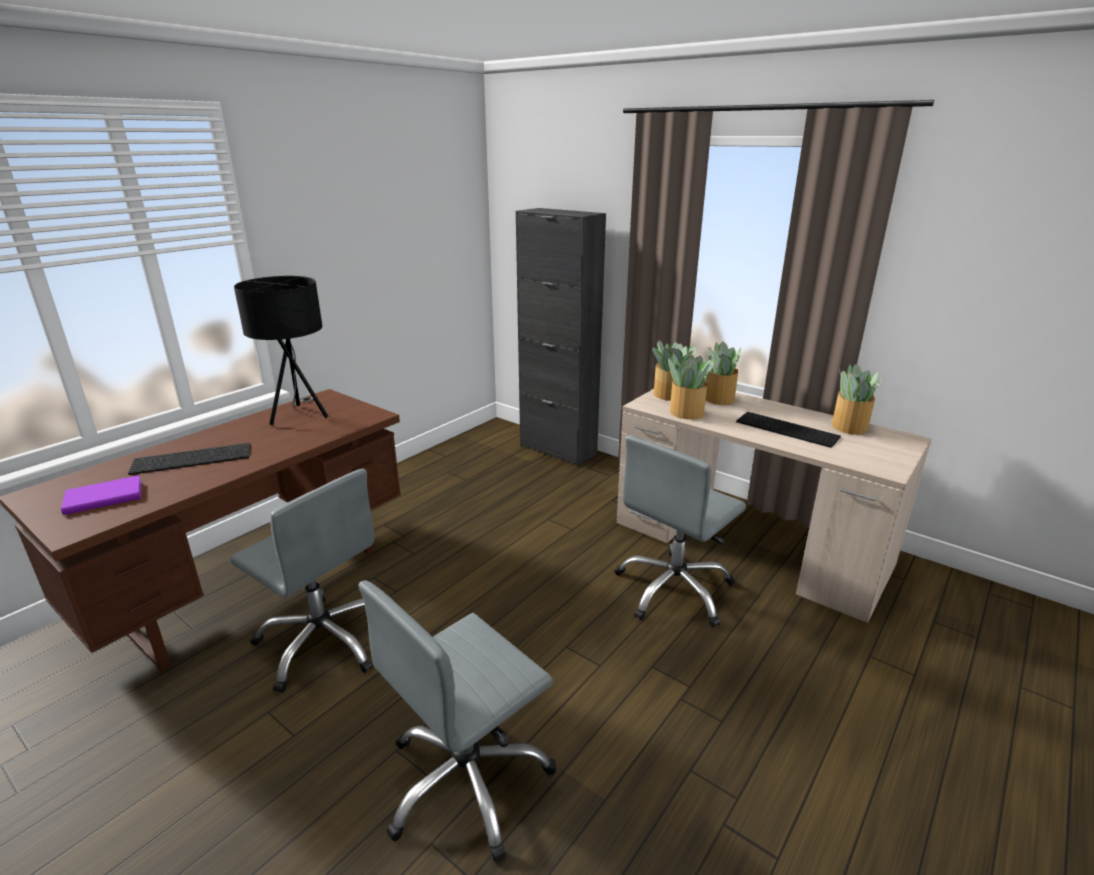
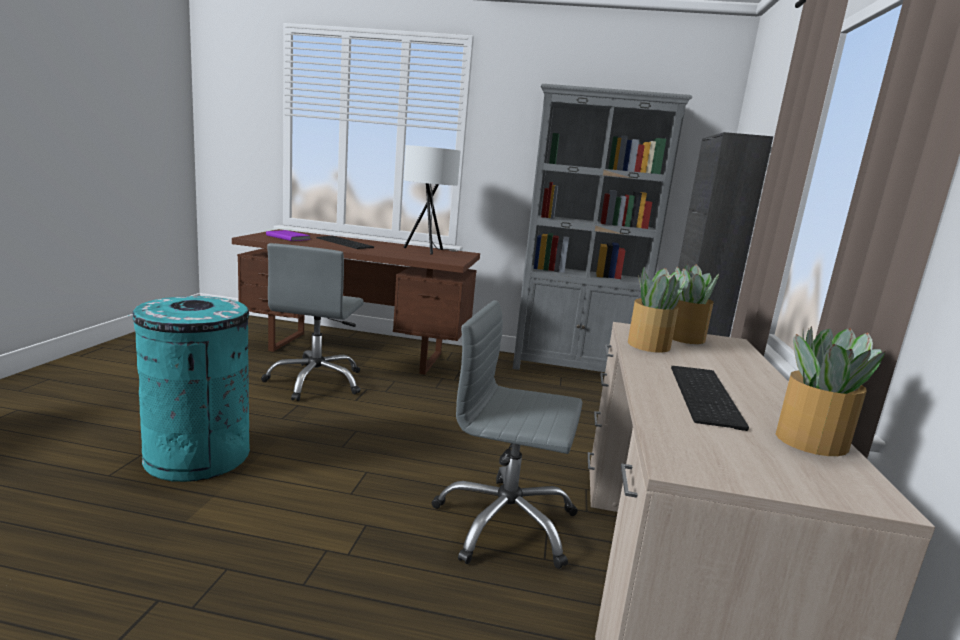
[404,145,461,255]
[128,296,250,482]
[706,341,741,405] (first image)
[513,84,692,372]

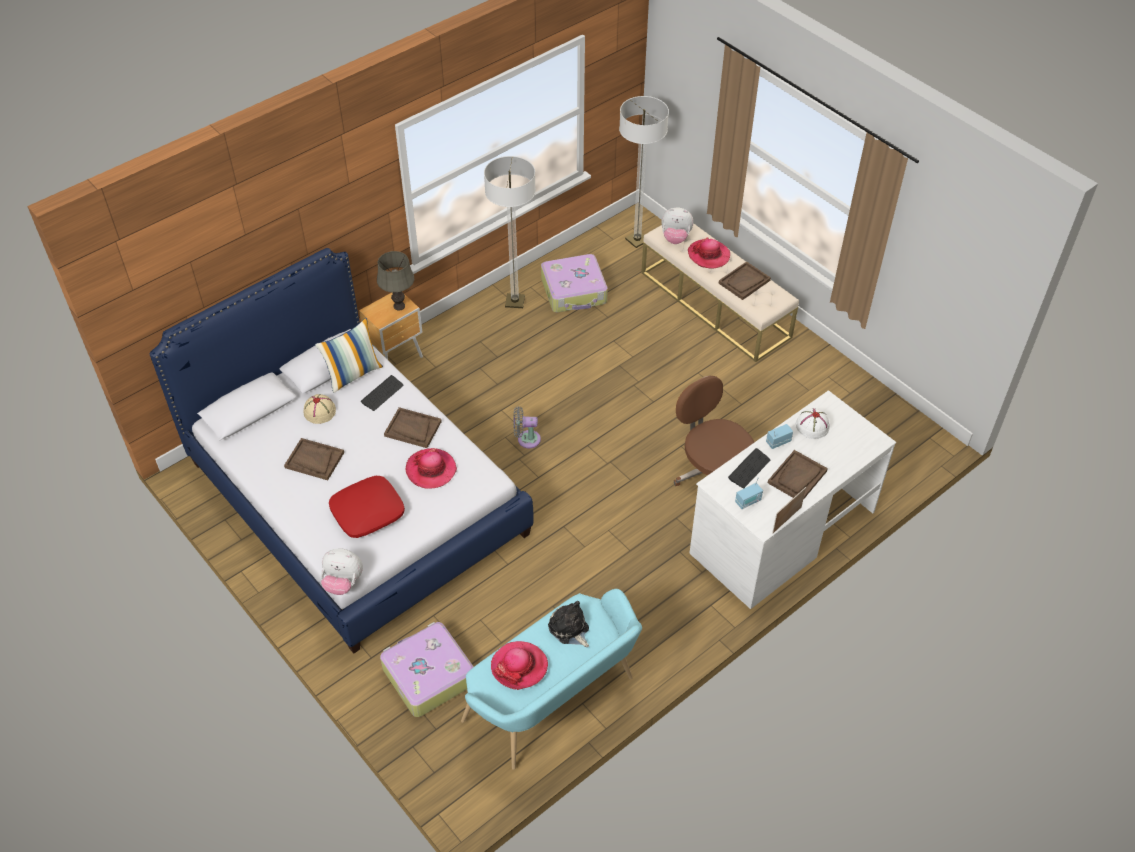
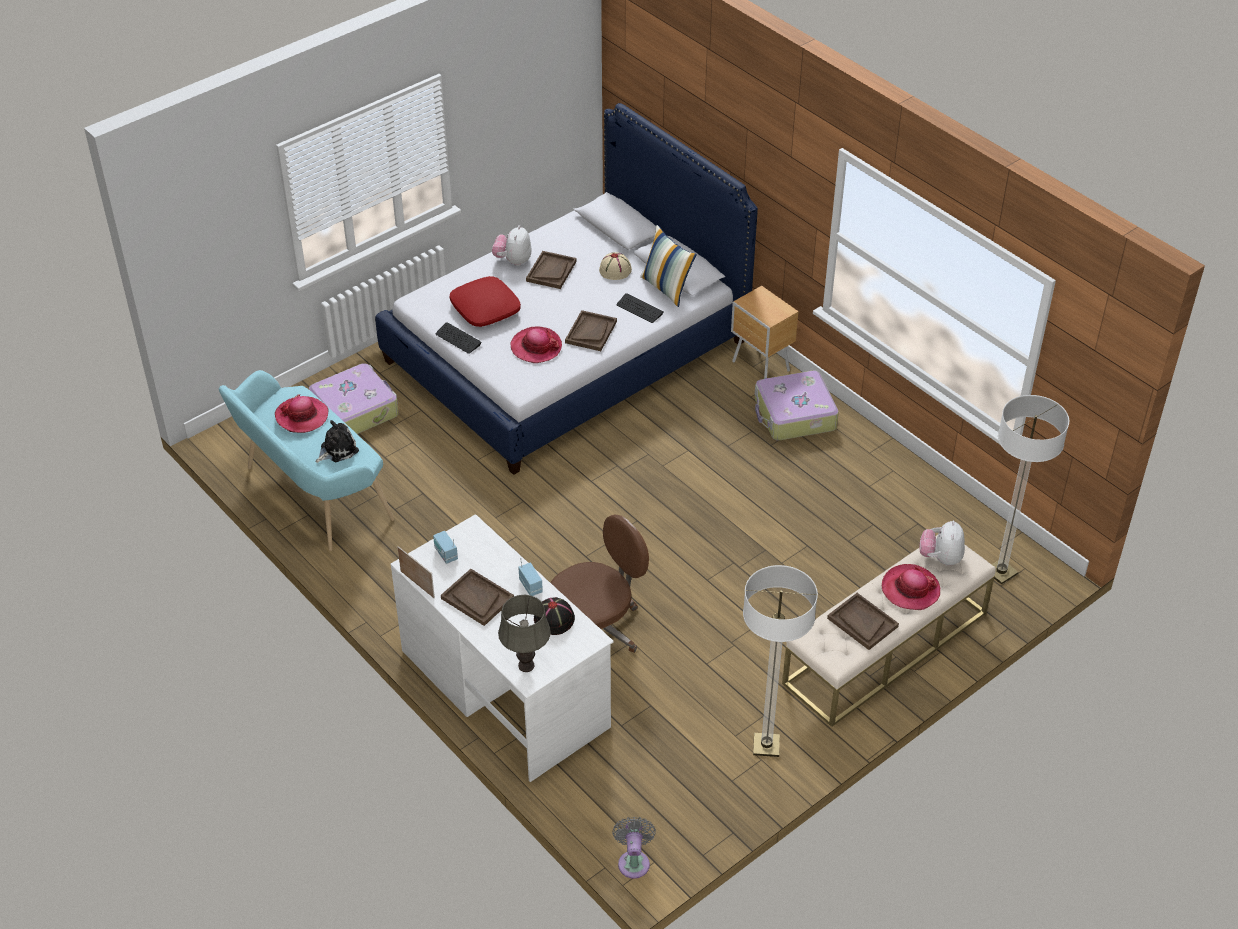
[492,225,531,266]
[498,595,551,672]
[743,565,818,757]
[612,817,656,878]
[755,371,839,441]
[435,322,482,354]
[534,597,575,635]

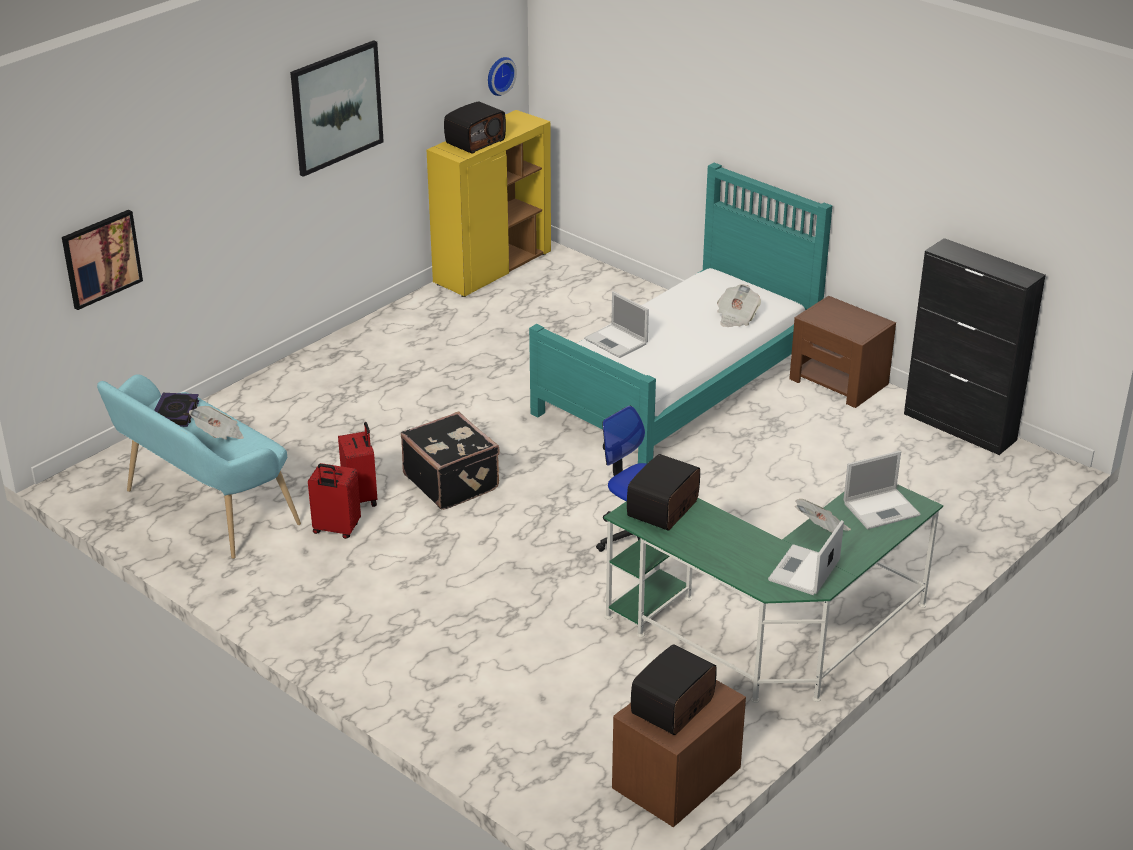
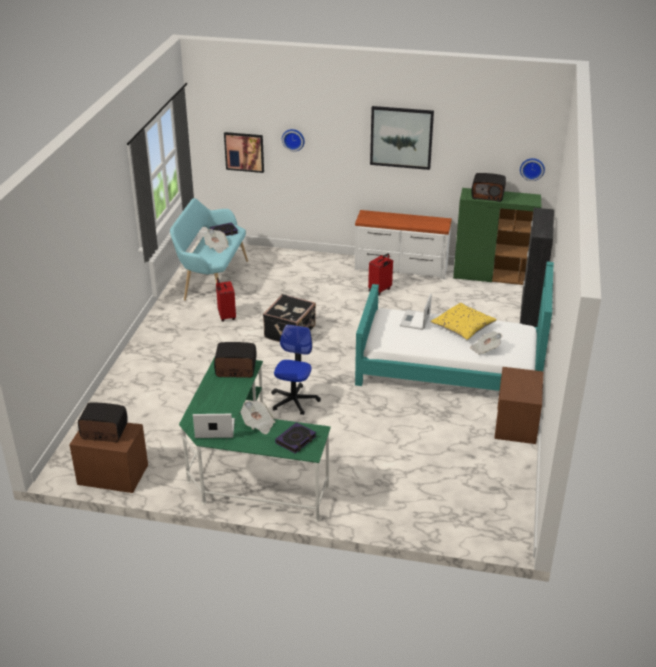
[368,253,393,296]
[453,188,542,285]
[275,422,316,454]
[520,208,554,327]
[282,129,305,152]
[355,210,452,279]
[431,303,497,340]

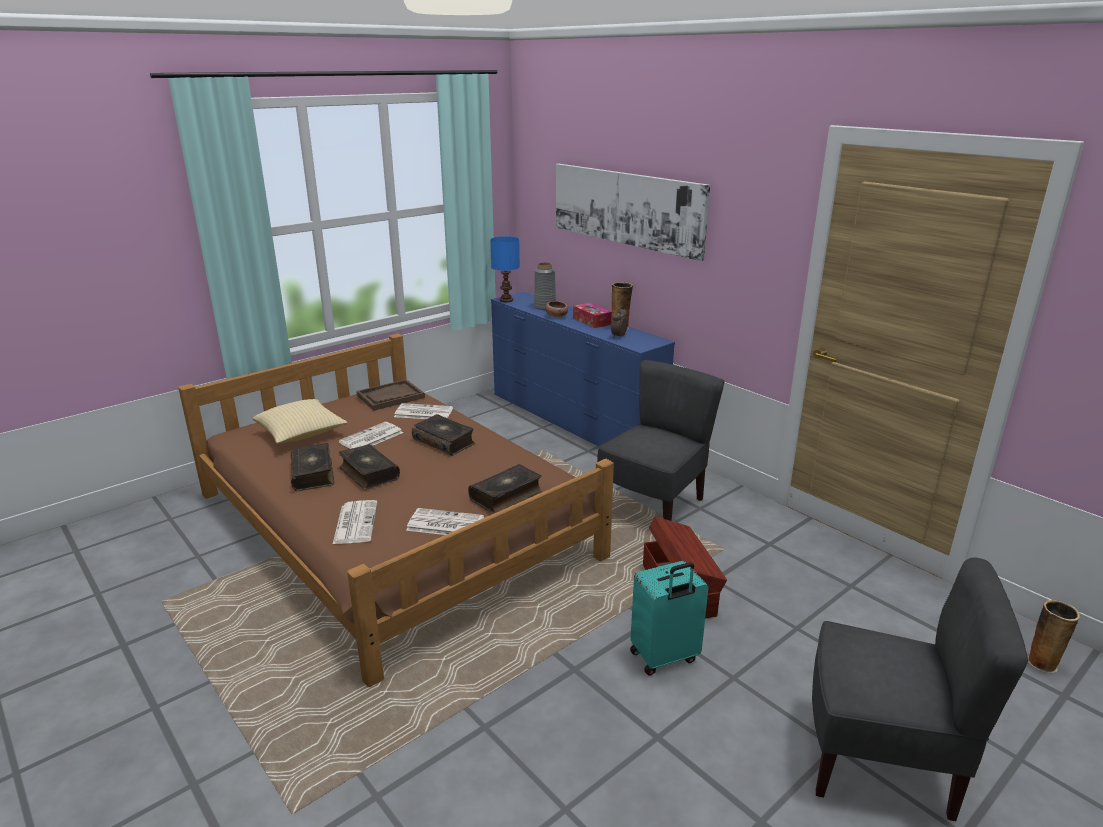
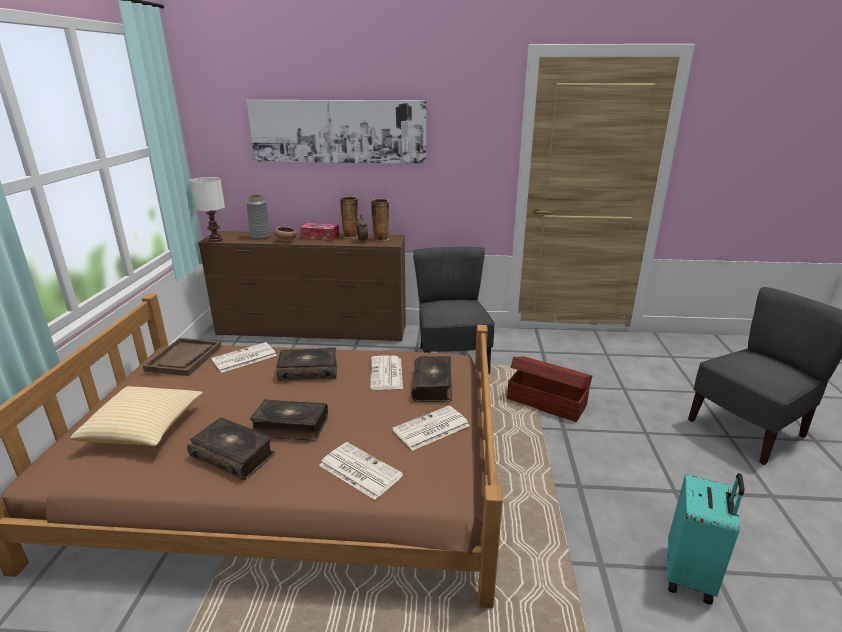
[370,355,403,390]
[190,177,225,242]
[198,231,406,341]
[668,473,744,605]
[371,199,389,241]

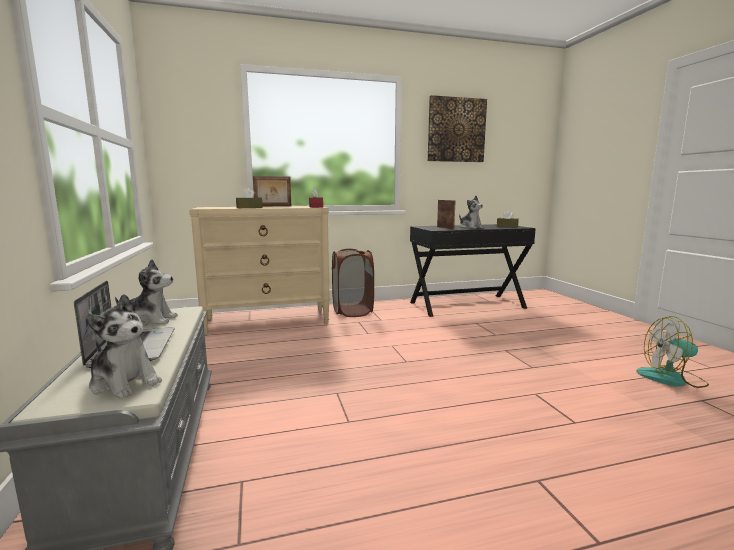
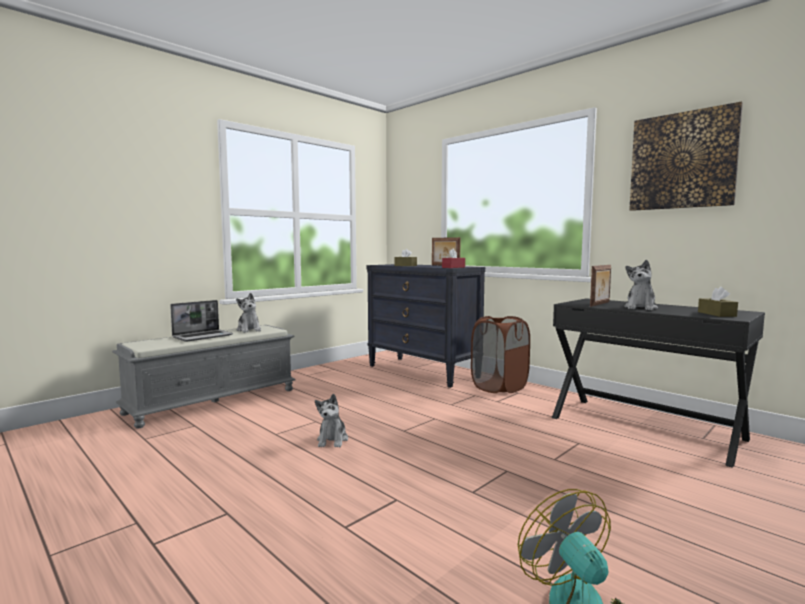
[315,394,348,447]
[367,264,485,388]

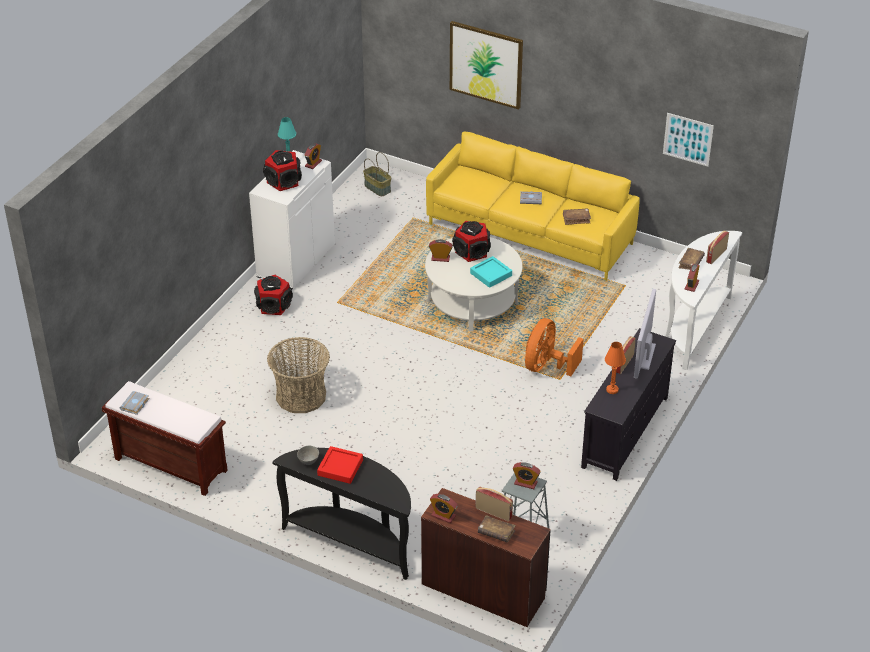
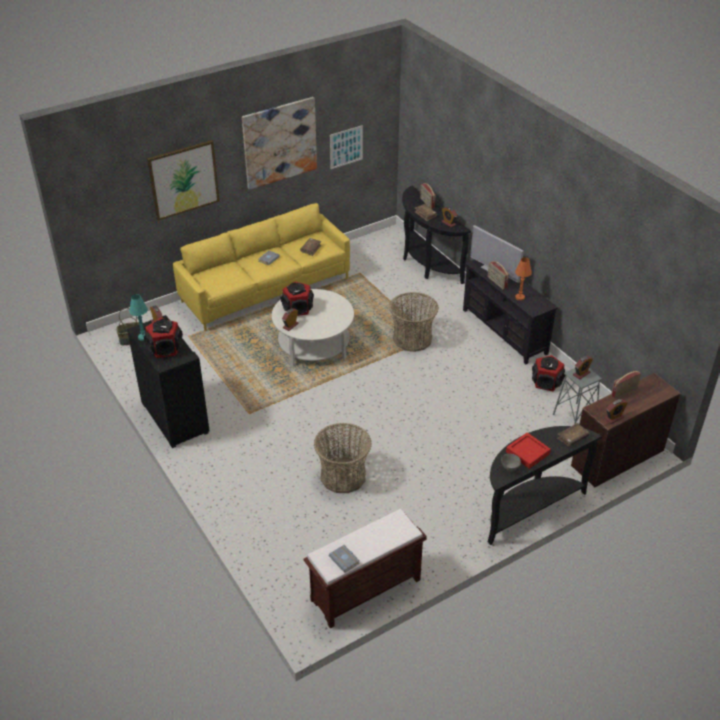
[127,315,210,448]
[532,355,566,391]
[470,256,512,288] (first image)
[557,423,590,447]
[389,292,439,352]
[402,186,471,284]
[242,97,317,190]

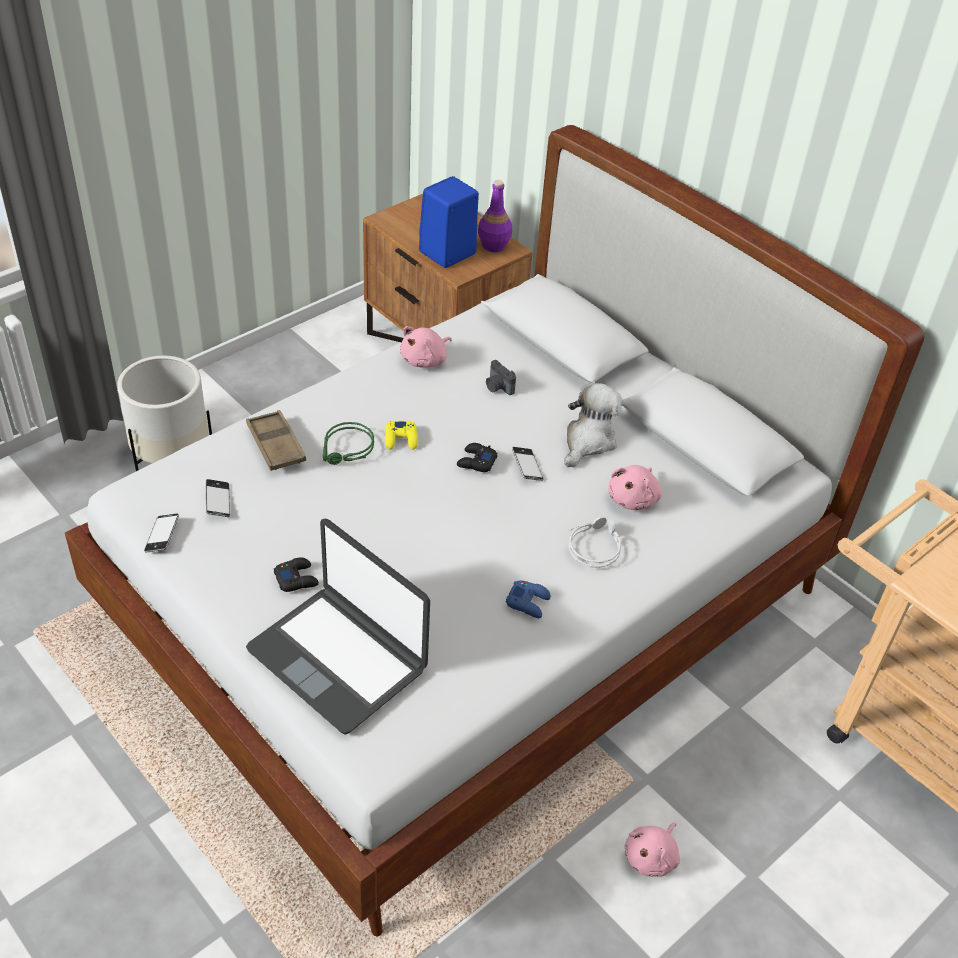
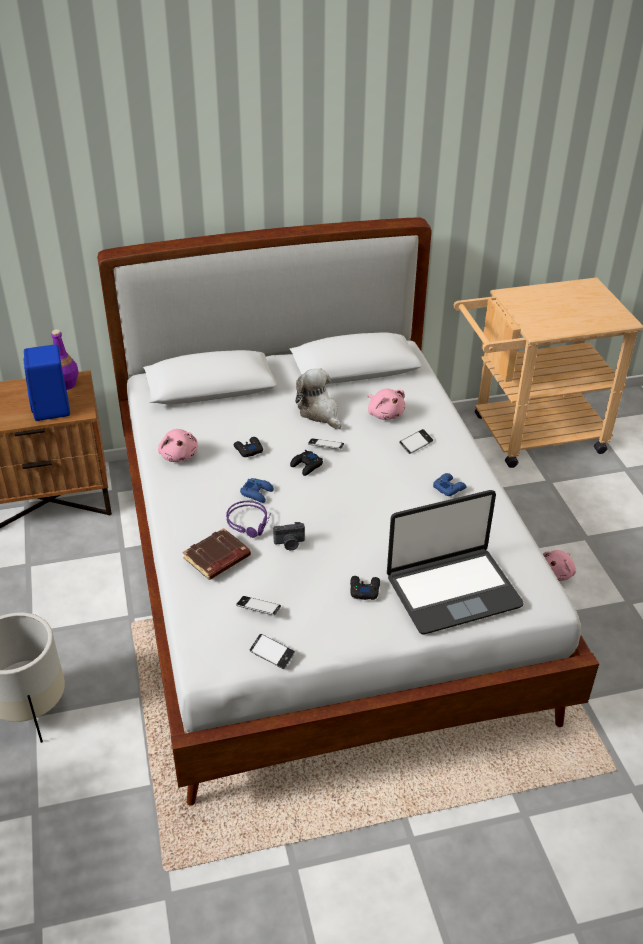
[183,528,251,580]
[226,501,271,538]
[240,478,274,503]
[273,522,305,550]
[399,429,433,454]
[543,550,576,581]
[234,437,263,457]

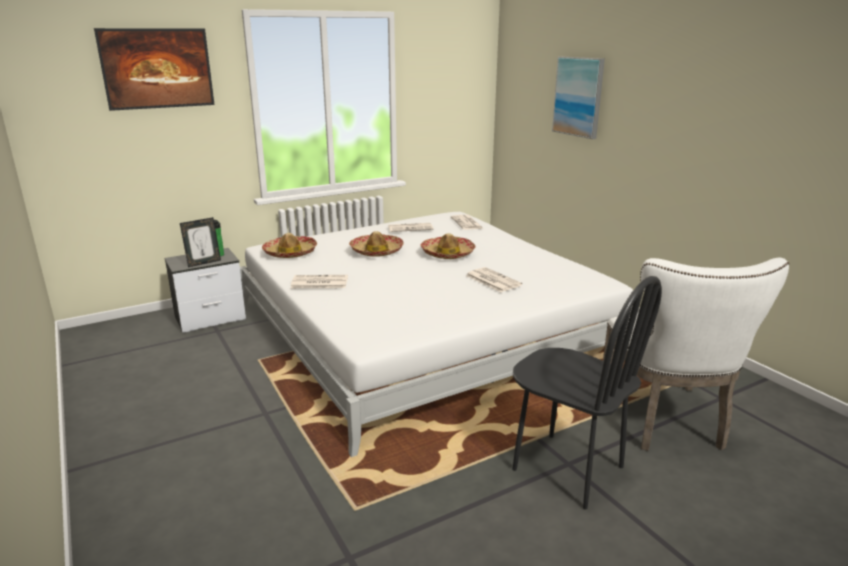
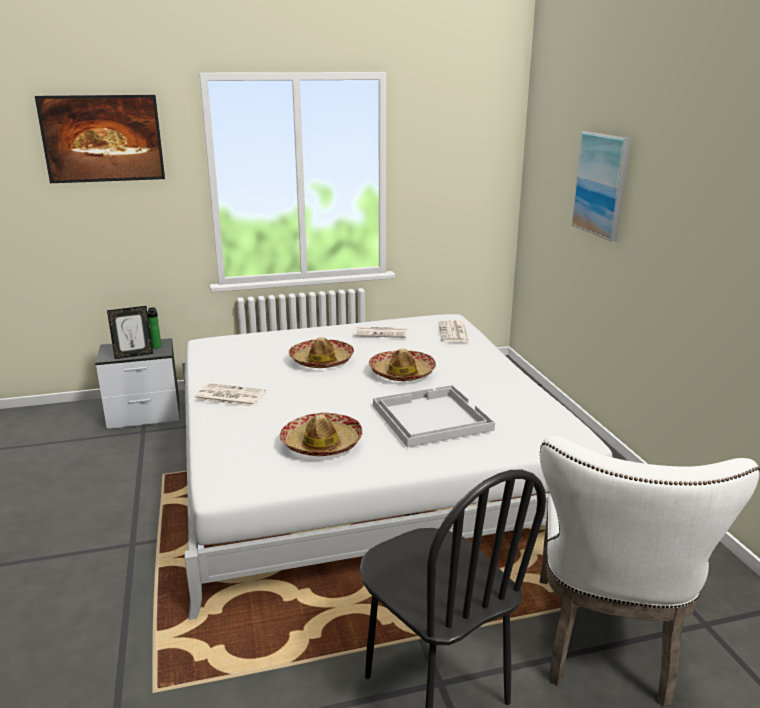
[280,412,363,456]
[373,385,495,448]

